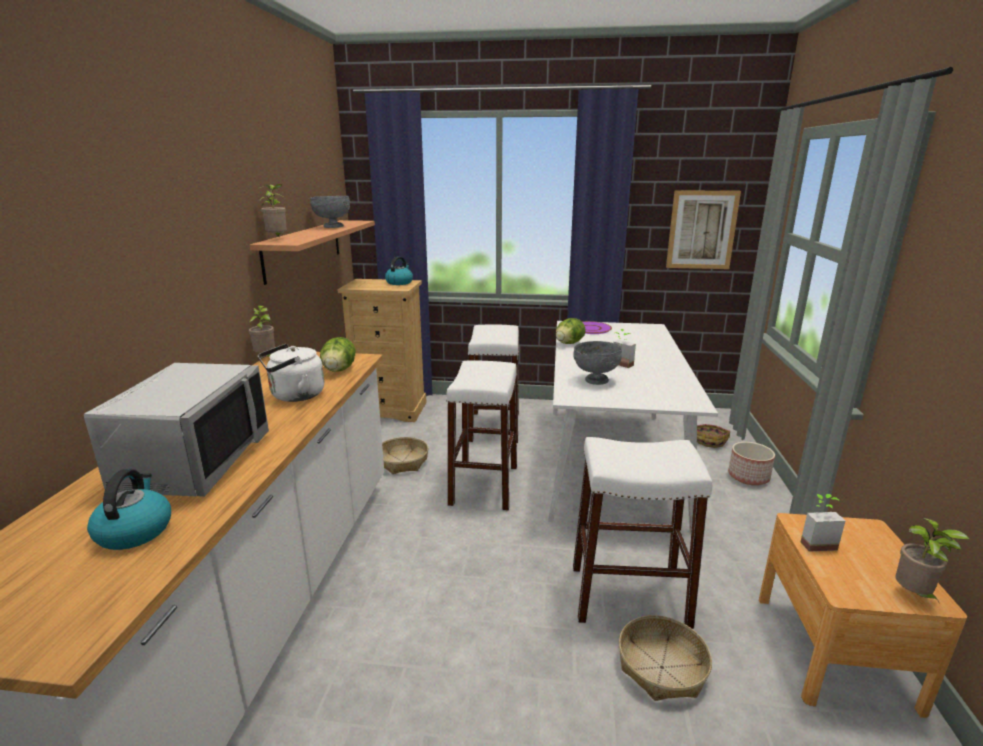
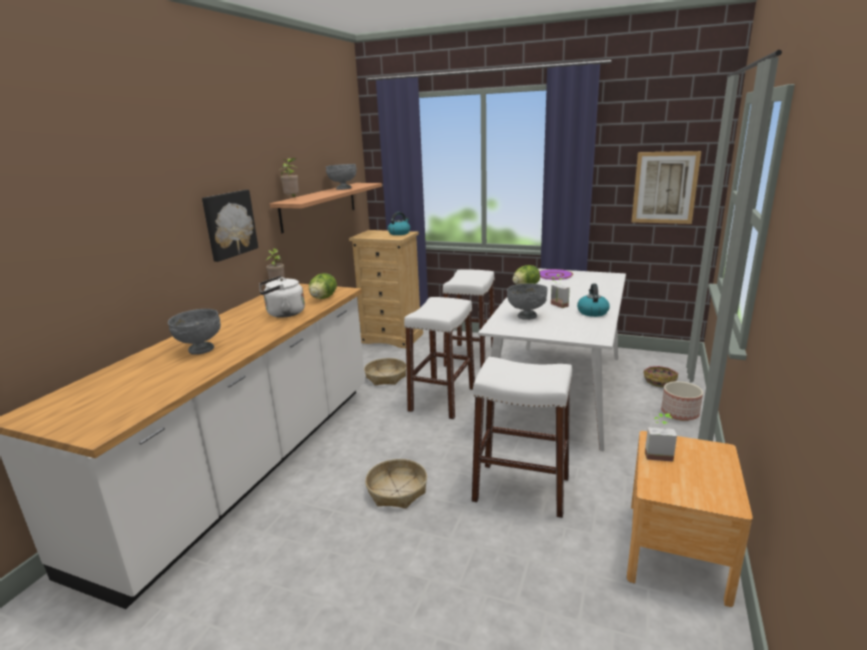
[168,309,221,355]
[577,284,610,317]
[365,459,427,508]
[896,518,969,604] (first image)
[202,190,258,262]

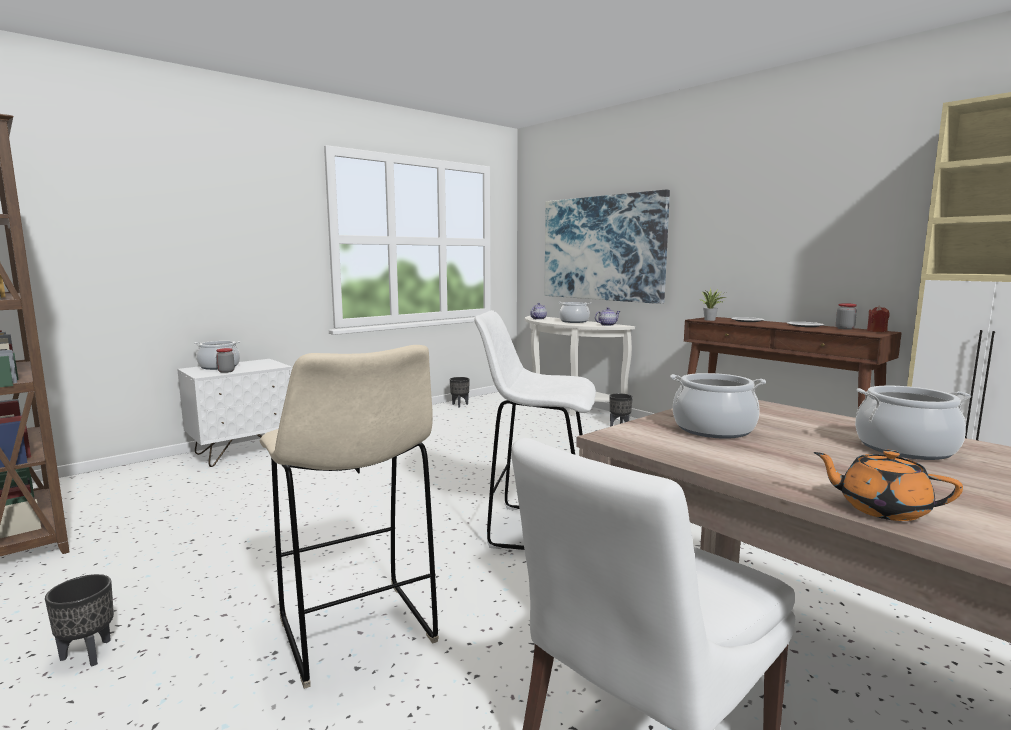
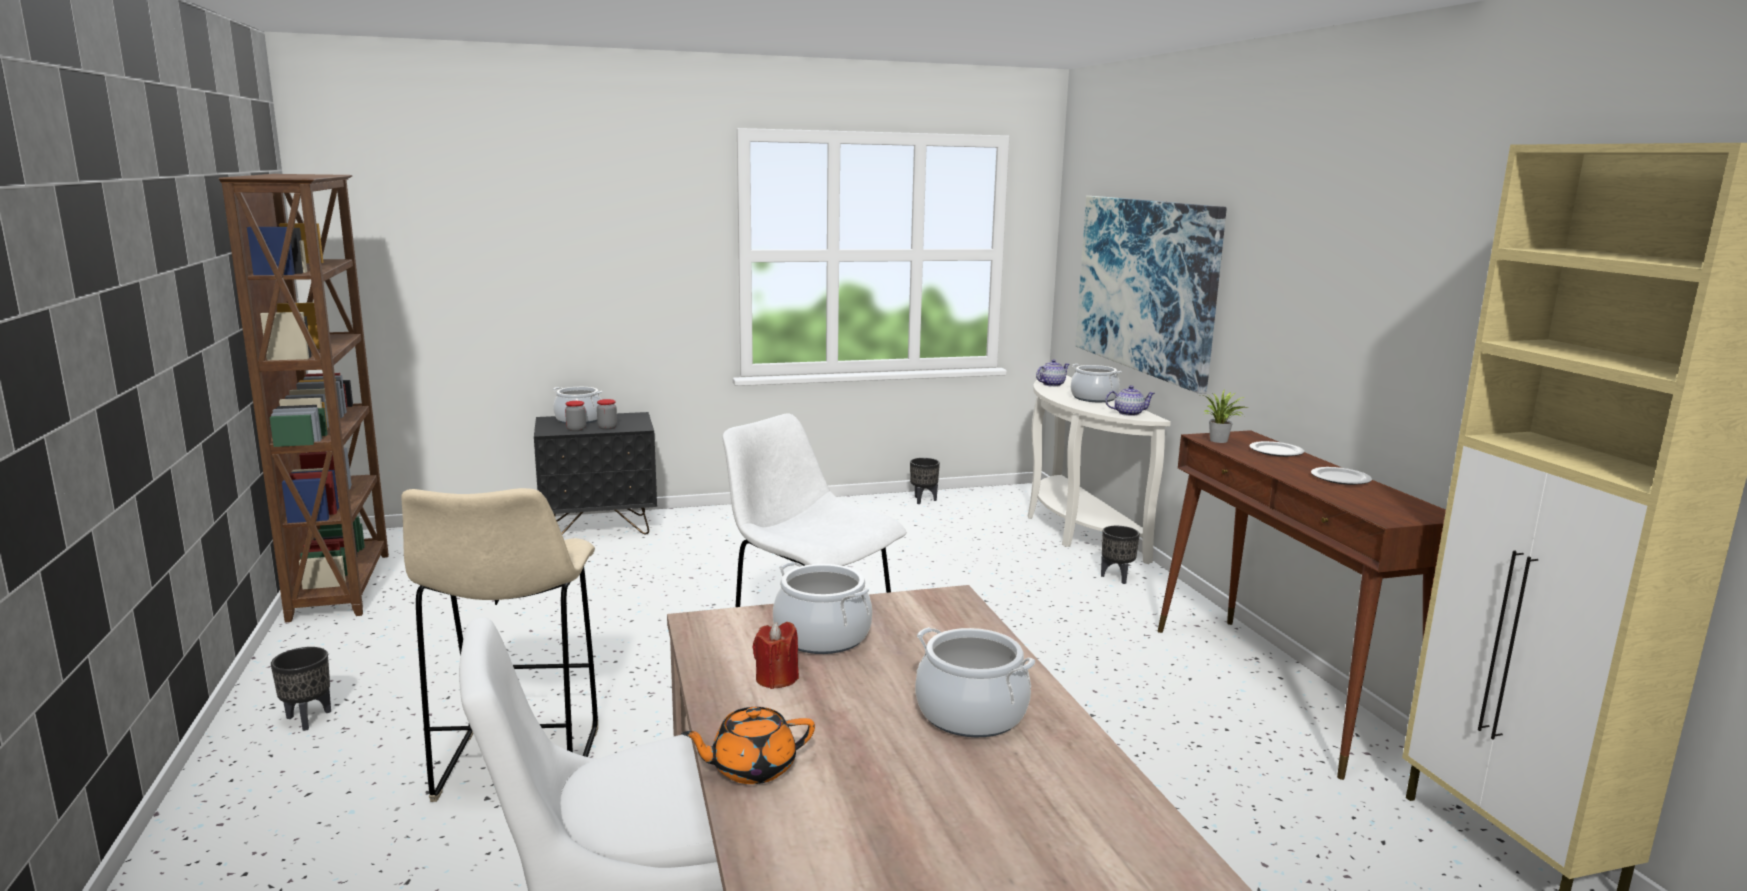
[534,412,657,535]
[681,707,815,784]
[597,399,617,430]
[753,622,799,689]

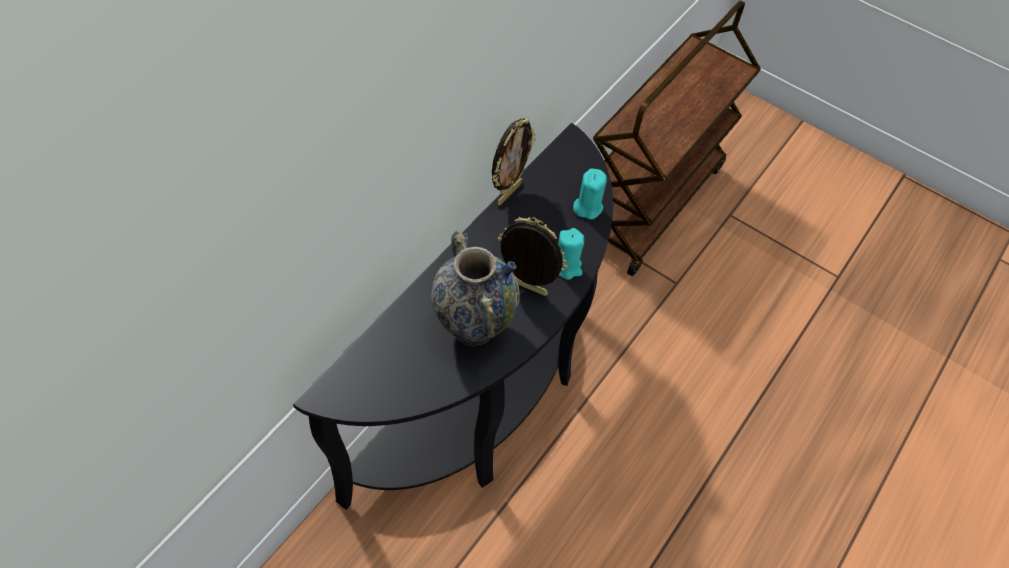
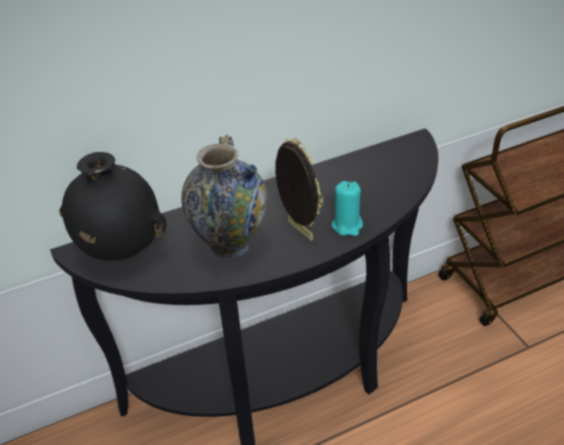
[492,118,536,205] (first image)
[573,168,607,220] (first image)
[59,152,167,260]

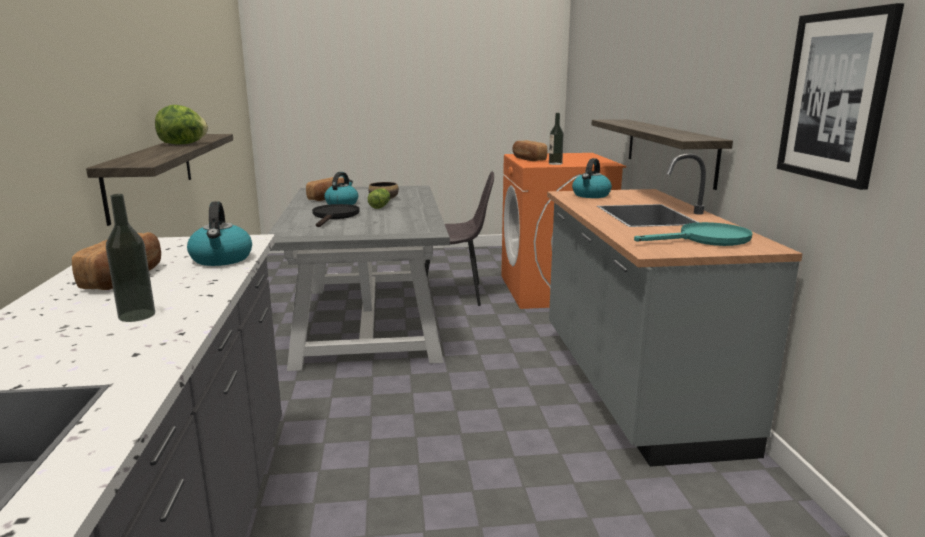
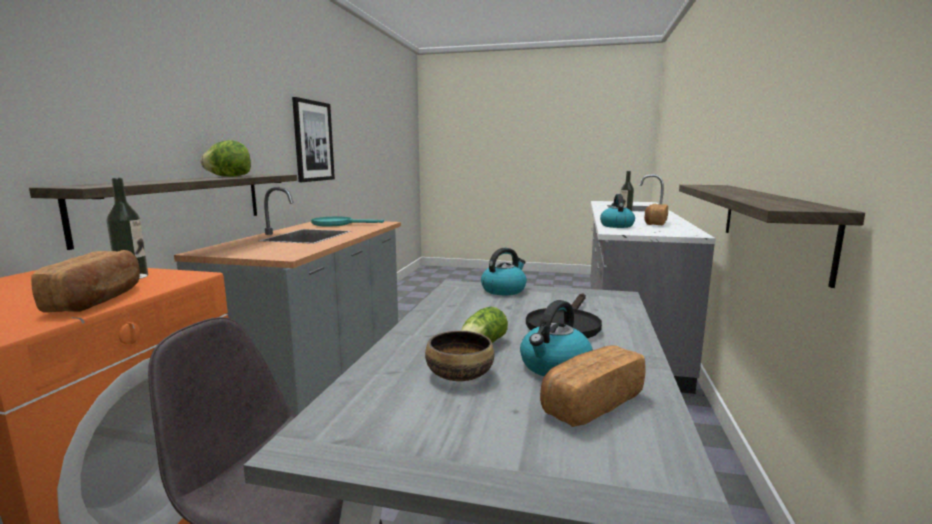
[201,140,251,177]
[481,248,527,295]

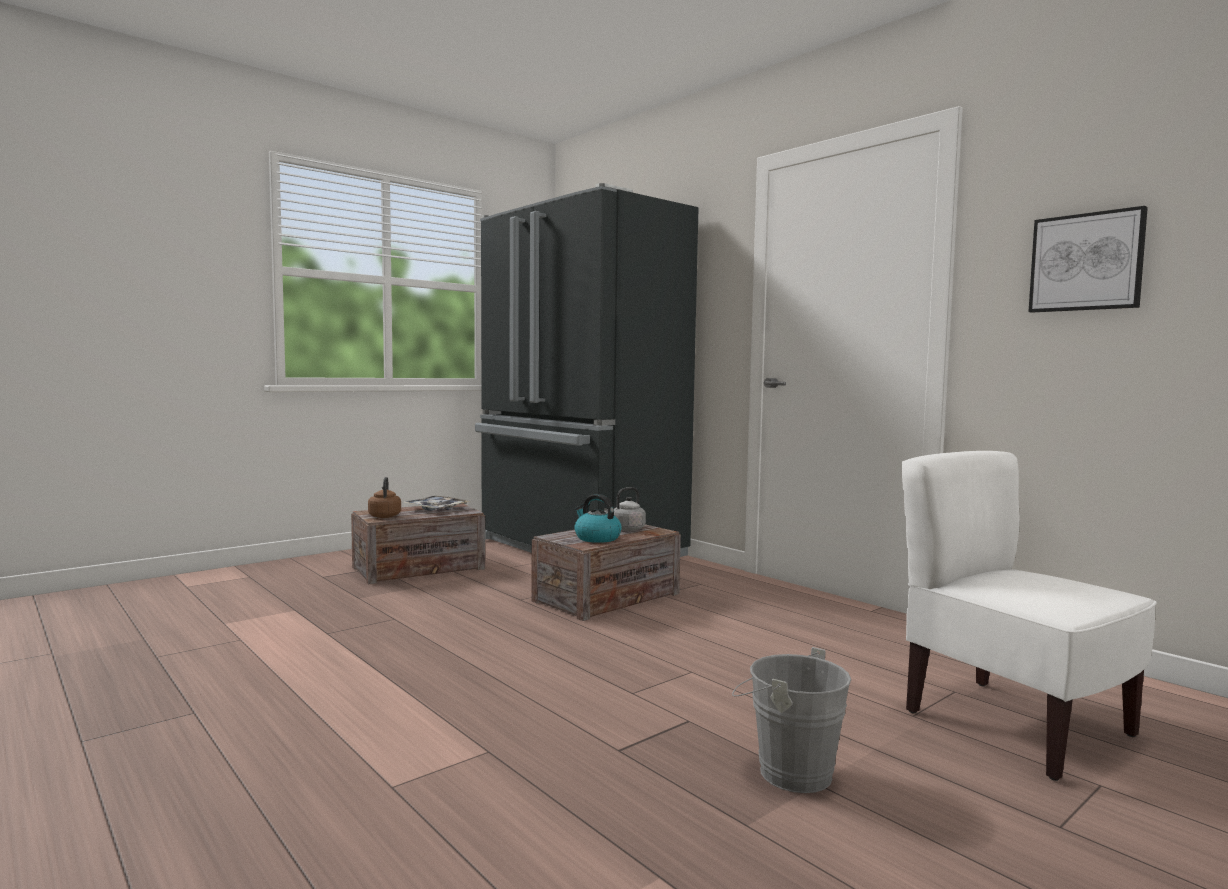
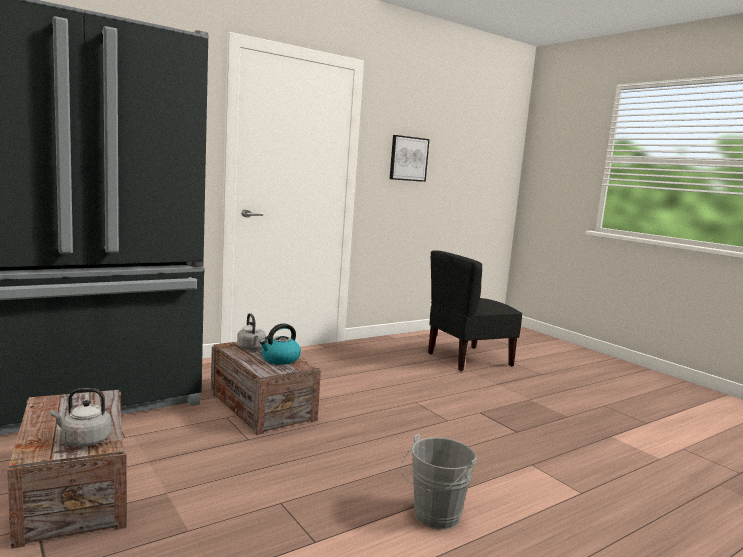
[50,388,111,447]
[404,496,469,511] (first image)
[400,433,477,529]
[428,250,522,371]

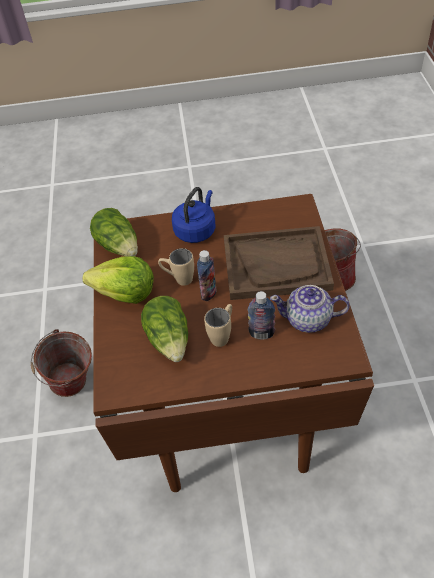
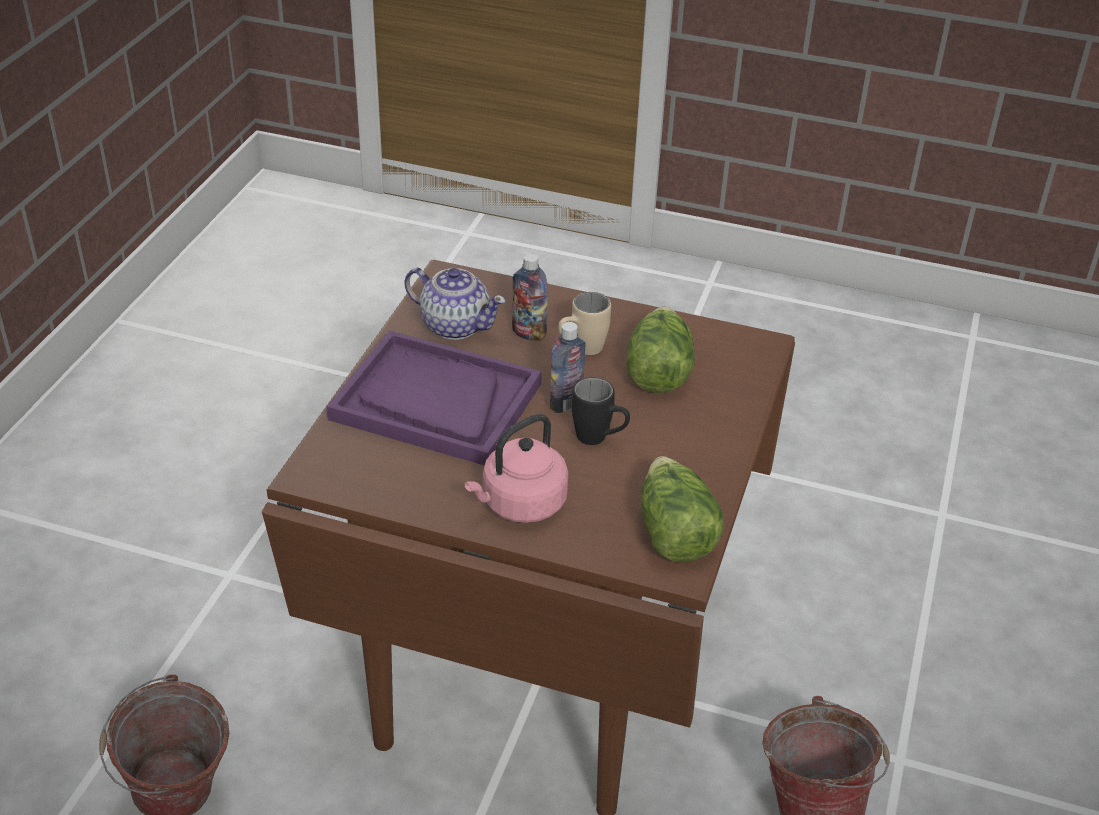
[82,256,154,304] (first image)
[572,378,630,445]
[464,414,568,523]
[327,330,542,466]

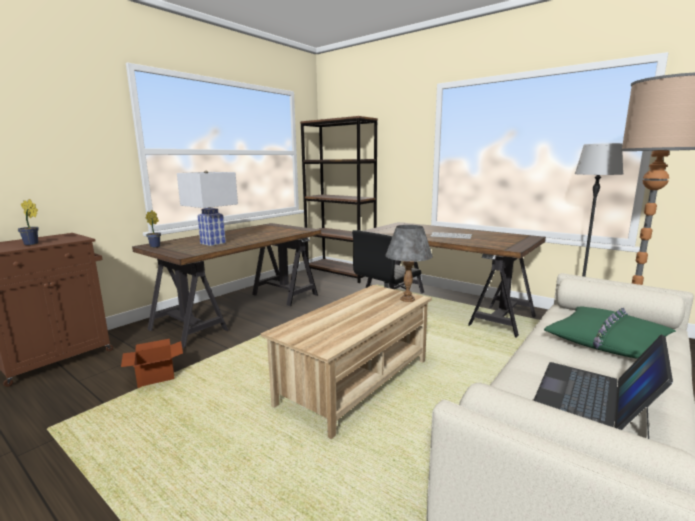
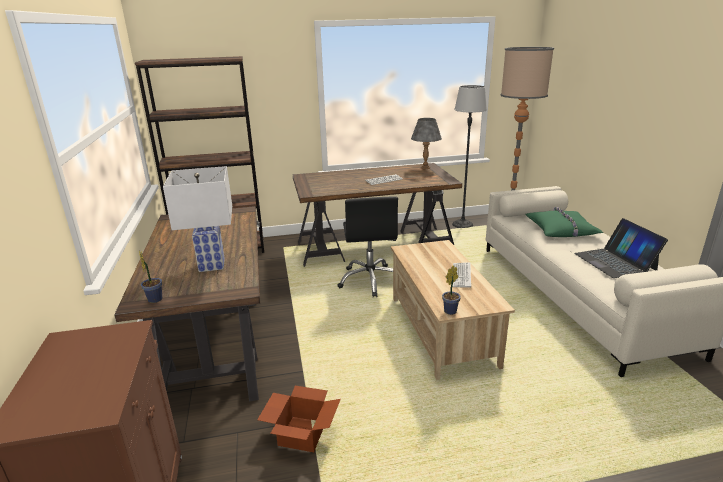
[442,265,461,315]
[411,118,442,169]
[452,263,471,287]

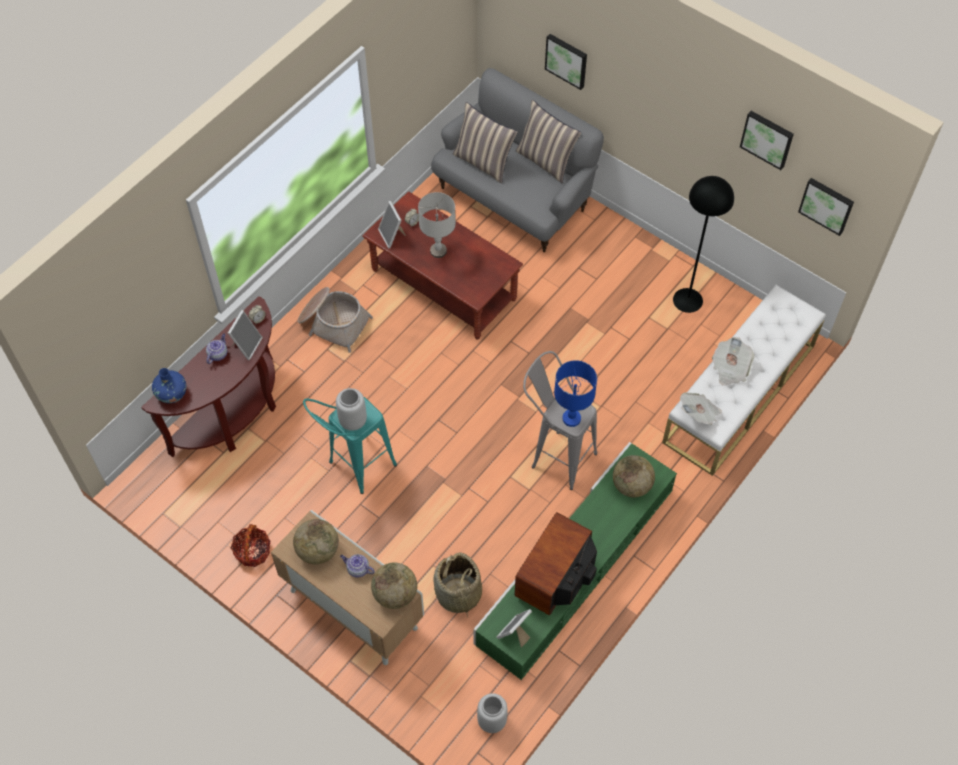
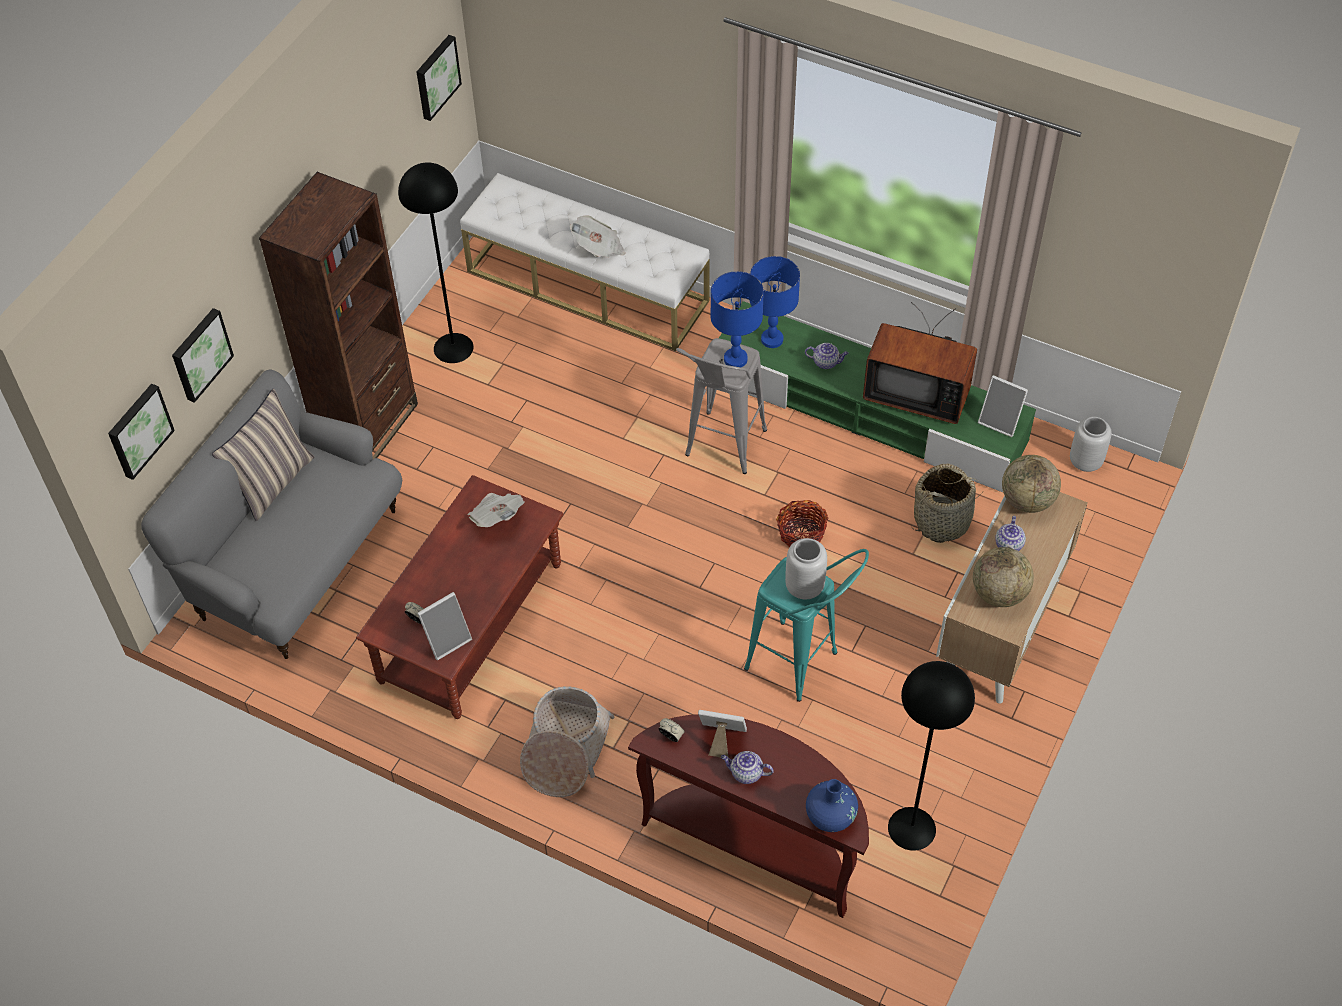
[776,500,828,547]
[418,192,456,258] (first image)
[453,102,518,184] (first image)
[750,256,800,348]
[467,493,525,527]
[108,383,175,480]
[259,172,418,459]
[805,343,849,369]
[888,661,975,851]

